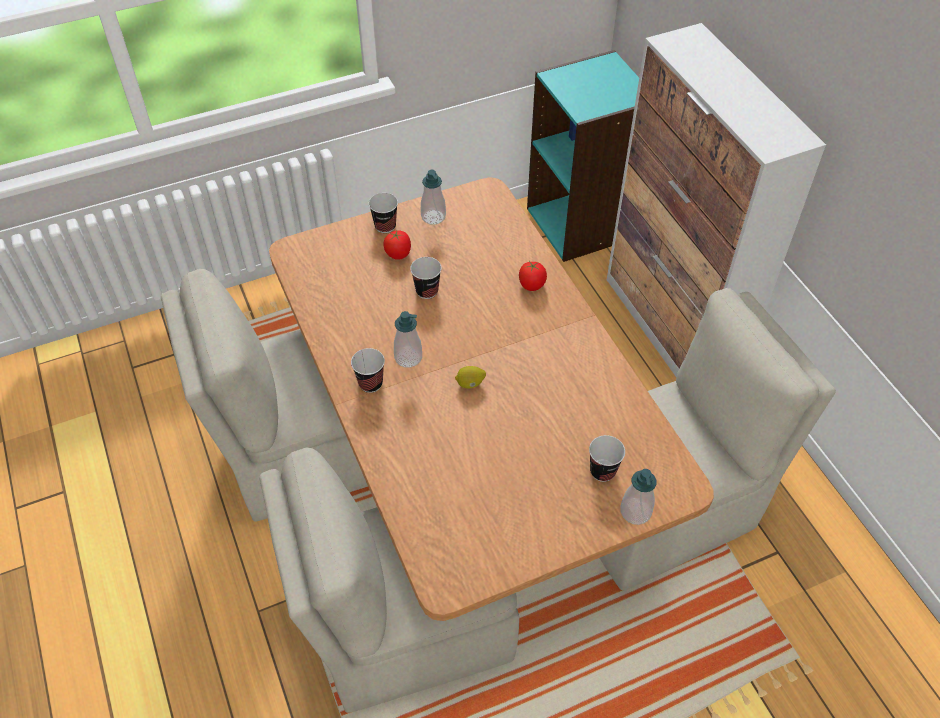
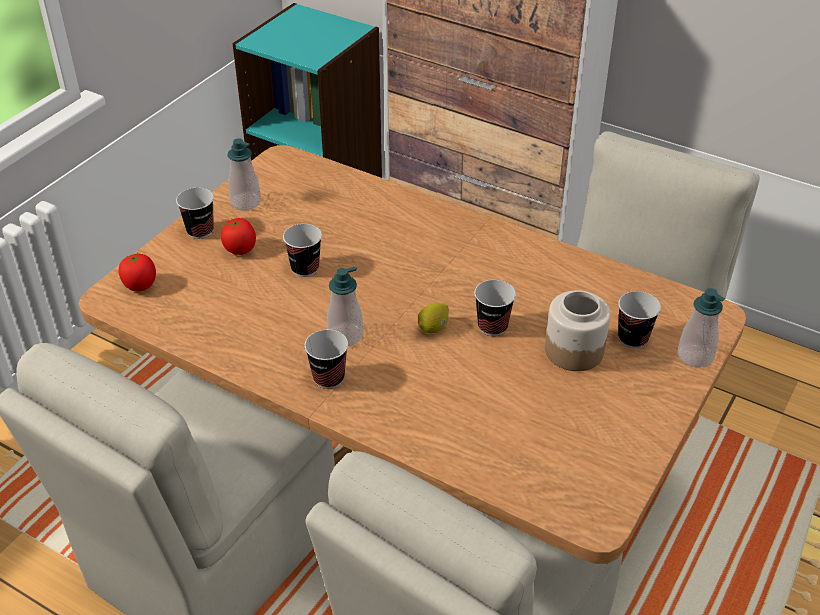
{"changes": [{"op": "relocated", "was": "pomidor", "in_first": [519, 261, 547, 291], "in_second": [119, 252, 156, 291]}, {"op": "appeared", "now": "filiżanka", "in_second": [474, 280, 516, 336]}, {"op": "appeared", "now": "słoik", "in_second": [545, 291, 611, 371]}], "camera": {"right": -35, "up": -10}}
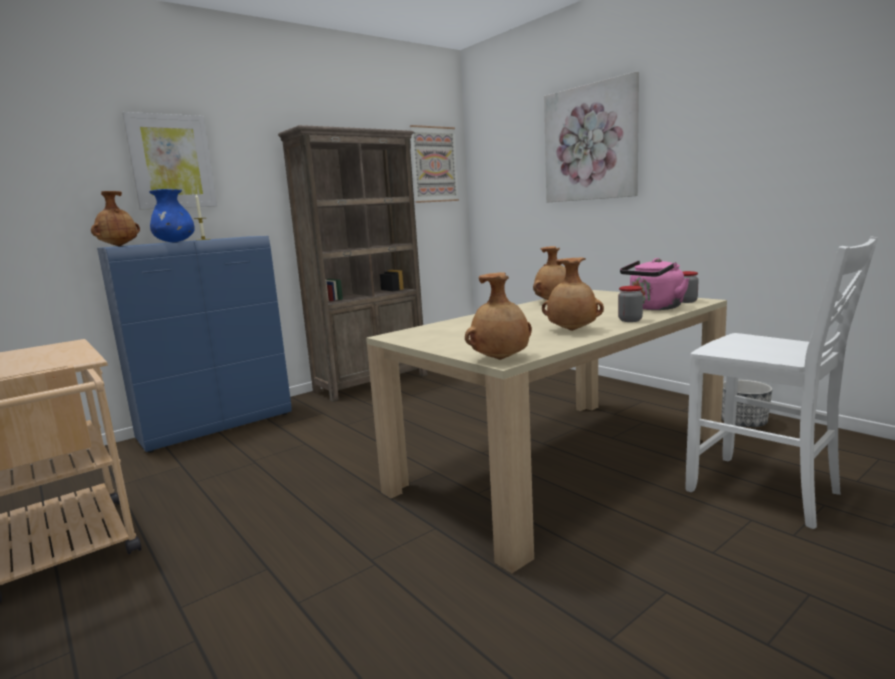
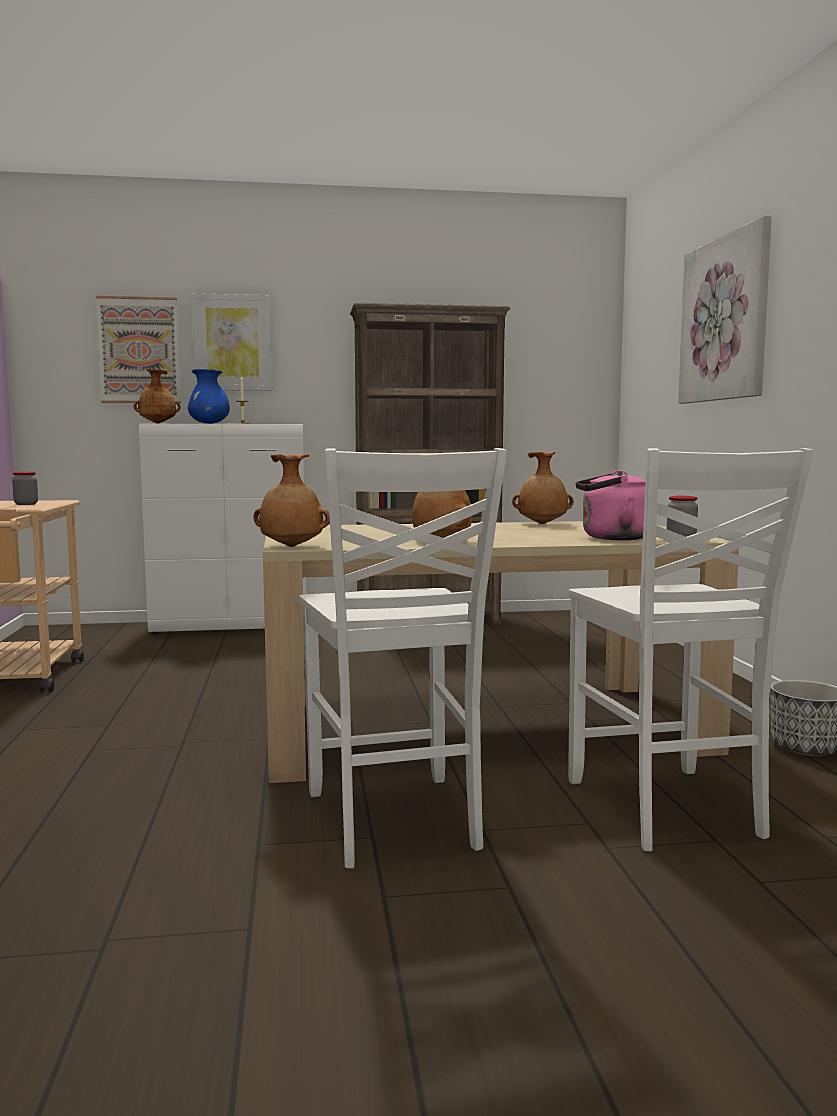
{"changes": [{"op": "relocated", "was": "obraz", "in_first": [410, 125, 459, 203], "in_second": [96, 296, 181, 403]}, {"op": "colour", "was": "szafka/niebieski", "now": "szafka/biały", "in_first": [97, 236, 292, 453], "in_second": [139, 424, 306, 634]}, {"op": "relocated", "was": "słoik", "in_first": [618, 286, 643, 322], "in_second": [12, 471, 38, 505]}, {"op": "appeared", "now": "krzesło/biały", "in_second": [299, 448, 507, 868]}], "camera": {"right": 30, "up": -5}}
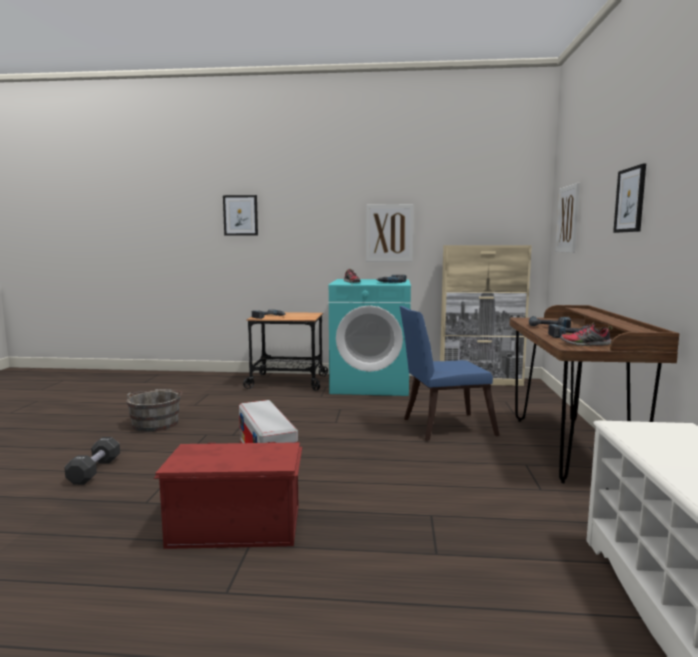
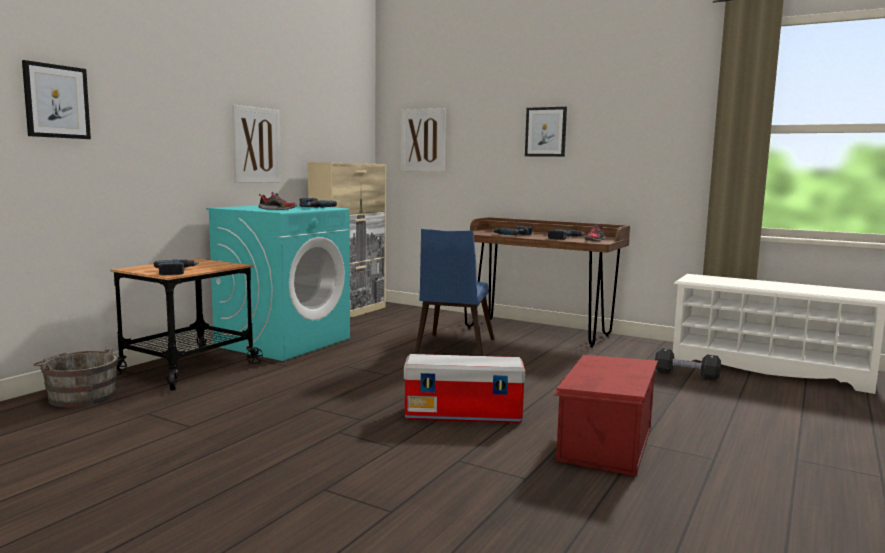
{"changes": [{"op": "relocated", "was": "wiadro/szary", "in_first": [127, 389, 183, 432], "in_second": [33, 347, 118, 408]}, {"op": "relocated", "was": "hantel/czarny", "in_first": [64, 437, 120, 485], "in_second": [655, 348, 721, 380]}], "camera": {"right": -65, "up": 0}}
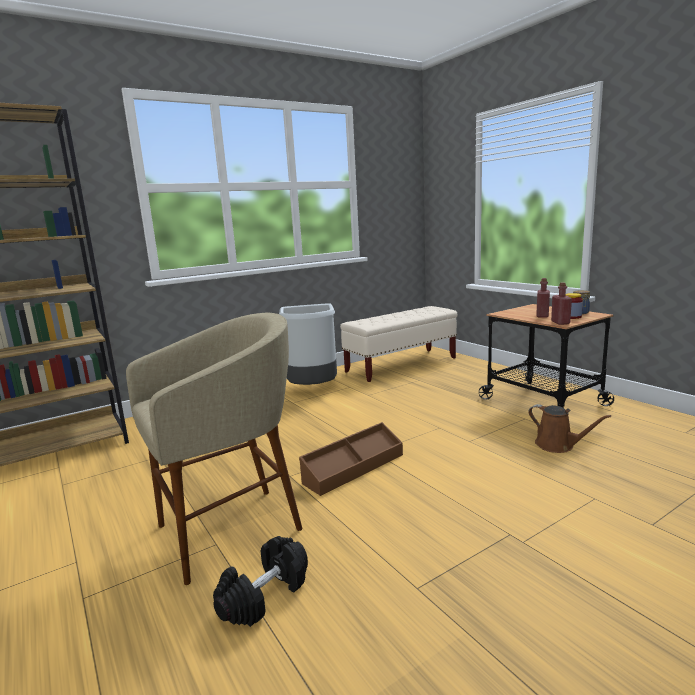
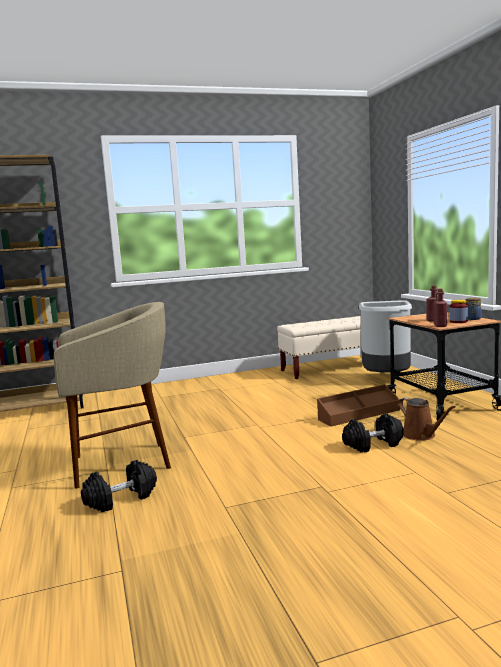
{"changes": [{"op": "relocated", "was": "kosz na śmieci/szary", "in_first": [279, 303, 337, 385], "in_second": [359, 300, 412, 373]}, {"op": "relocated", "was": "pojemnik do przechowywania/brązowy", "in_first": [299, 422, 403, 496], "in_second": [317, 384, 400, 426]}, {"op": "appeared", "now": "hantel/czarny", "in_second": [342, 413, 404, 452]}], "camera": {"right": 15, "up": -5}}
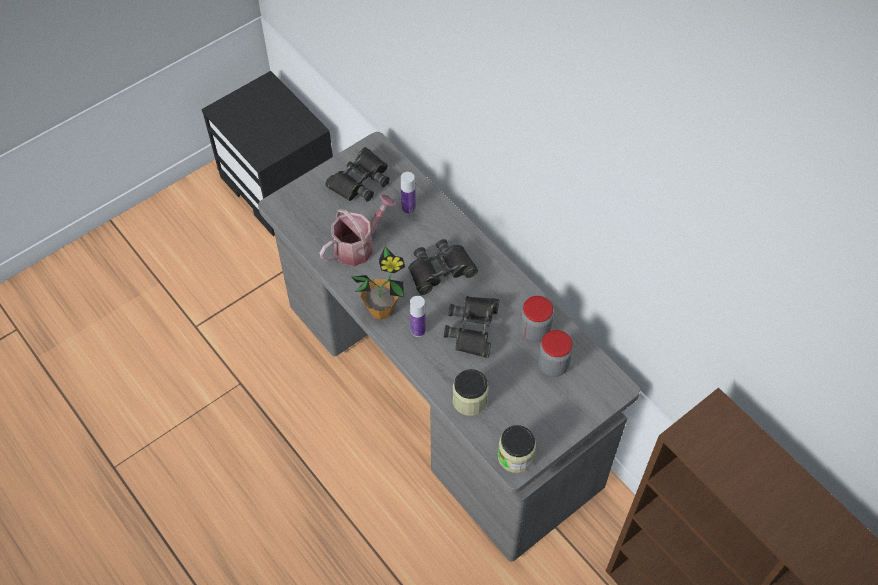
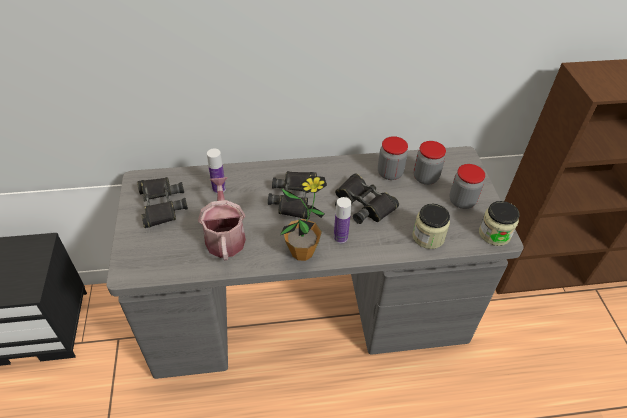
{"changes": [{"op": "appeared", "now": "słoik", "in_second": [450, 164, 485, 209]}], "camera": {"right": -60, "up": -10}}
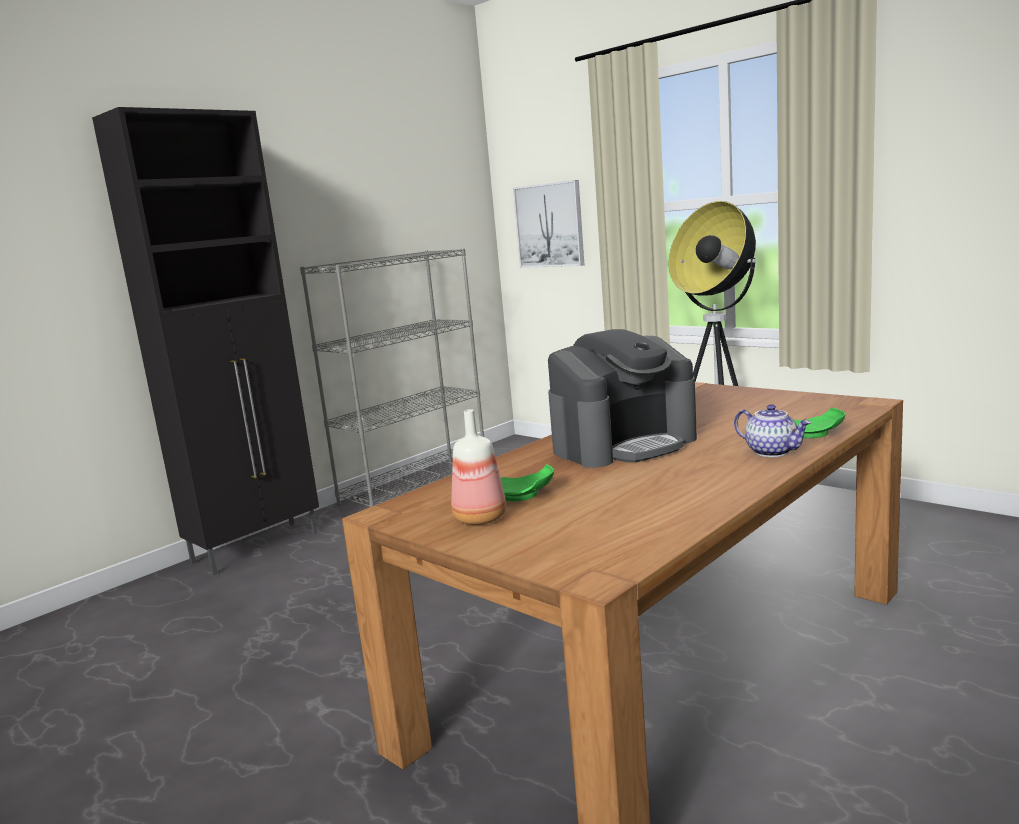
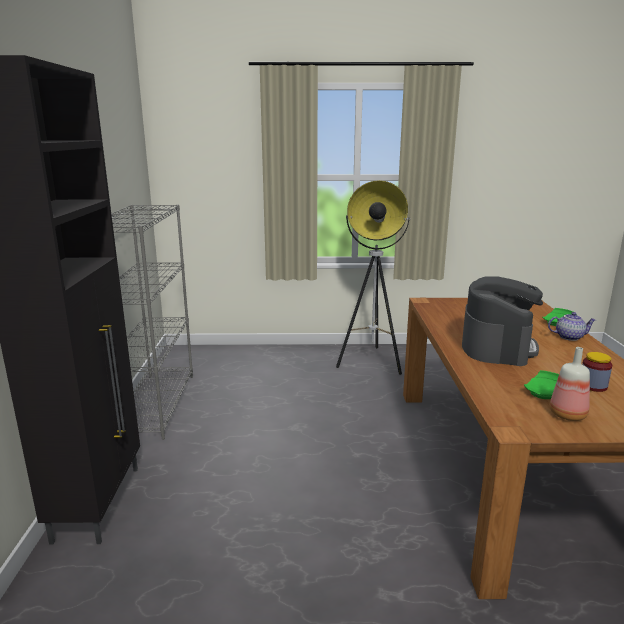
{"changes": [{"op": "missing", "was": "obraz", "in_first": [513, 180, 584, 268]}, {"op": "appeared", "now": "słoik", "in_second": [582, 352, 612, 392]}], "camera": {"right": -45, "up": 5}}
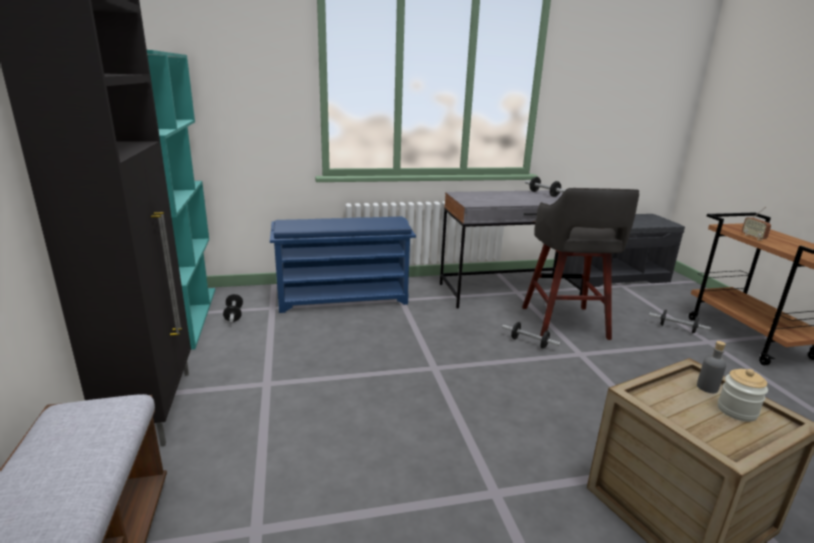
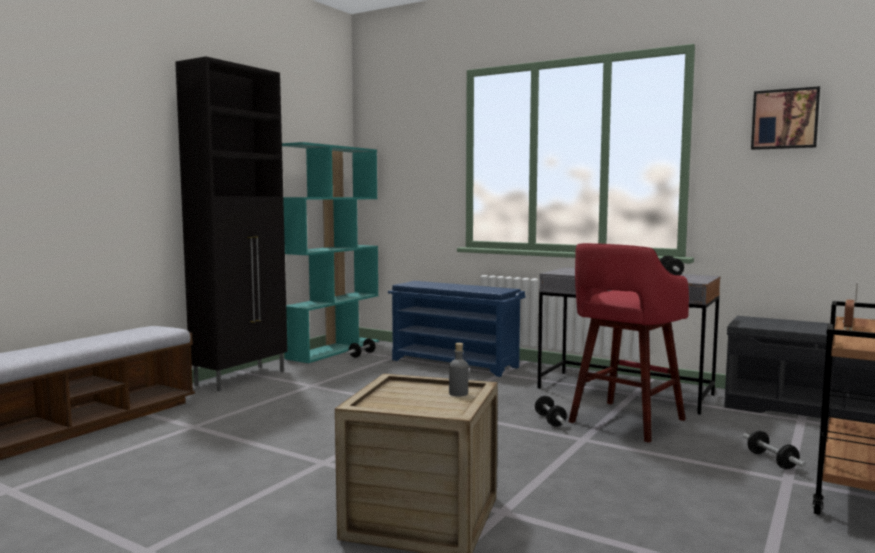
{"changes": [{"op": "colour", "was": "stołek/szary", "now": "stołek/czerwony", "in_first": [522, 188, 639, 340], "in_second": [568, 243, 689, 443]}, {"op": "missing", "was": "słoik", "in_first": [718, 369, 768, 422]}, {"op": "appeared", "now": "obraz", "in_second": [751, 86, 820, 150]}], "camera": {"right": 45, "up": -15}}
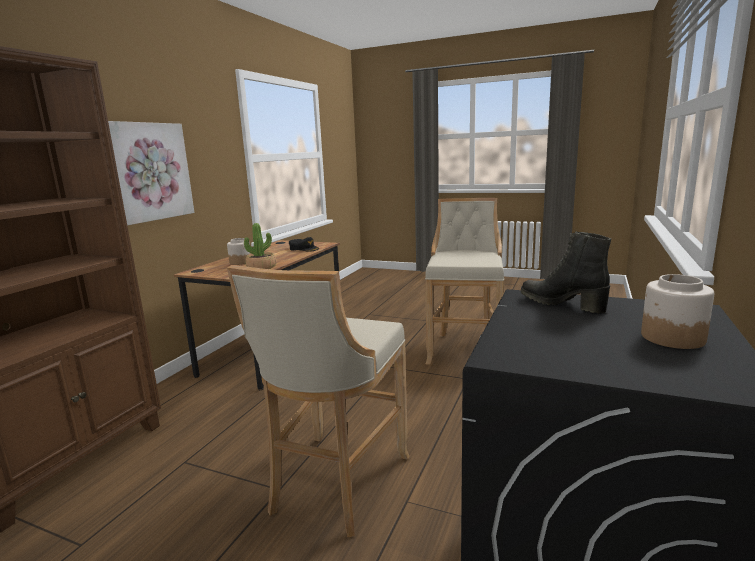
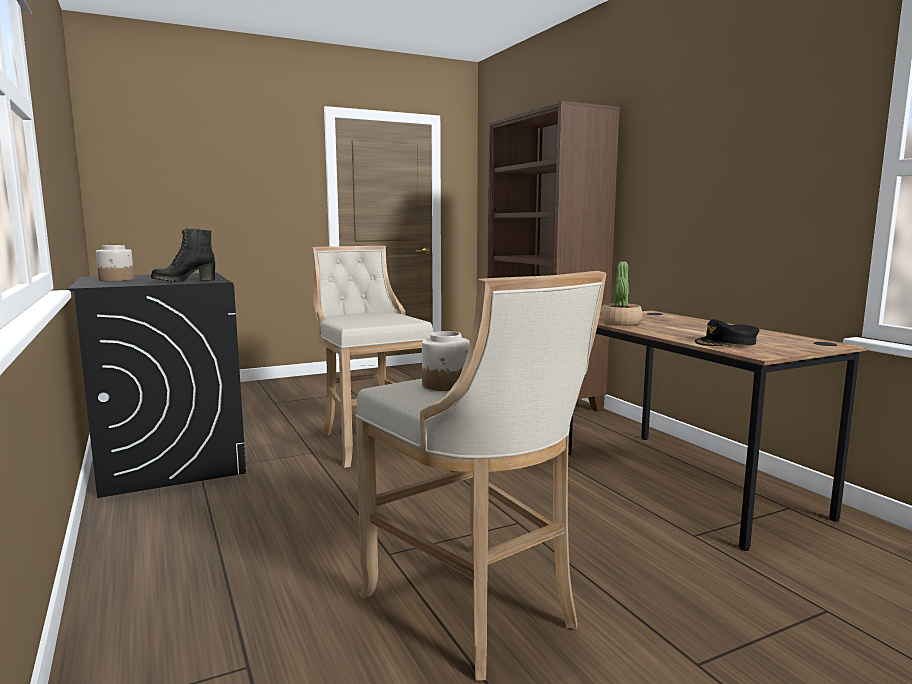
{"changes": [{"op": "missing", "was": "obraz", "in_first": [108, 121, 195, 225]}, {"op": "spun", "was": "but z cholewką/czarny", "in_first": [521, 231, 611, 314], "in_second": [151, 228, 215, 282], "clockwise": 150}, {"op": "relocated", "was": "słoik", "in_first": [227, 238, 251, 265], "in_second": [422, 331, 470, 391]}], "camera": {"right": 130, "up": -5}}
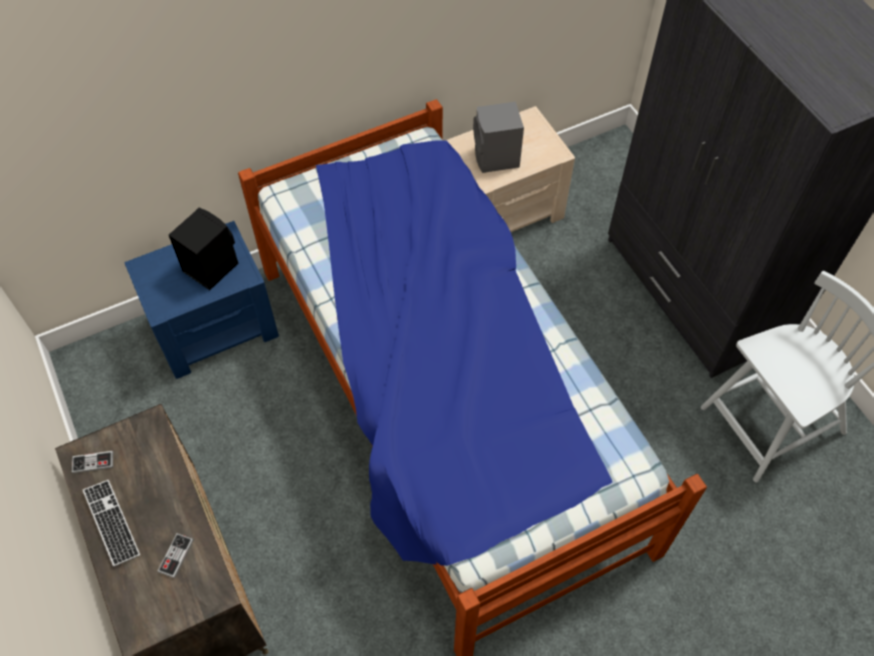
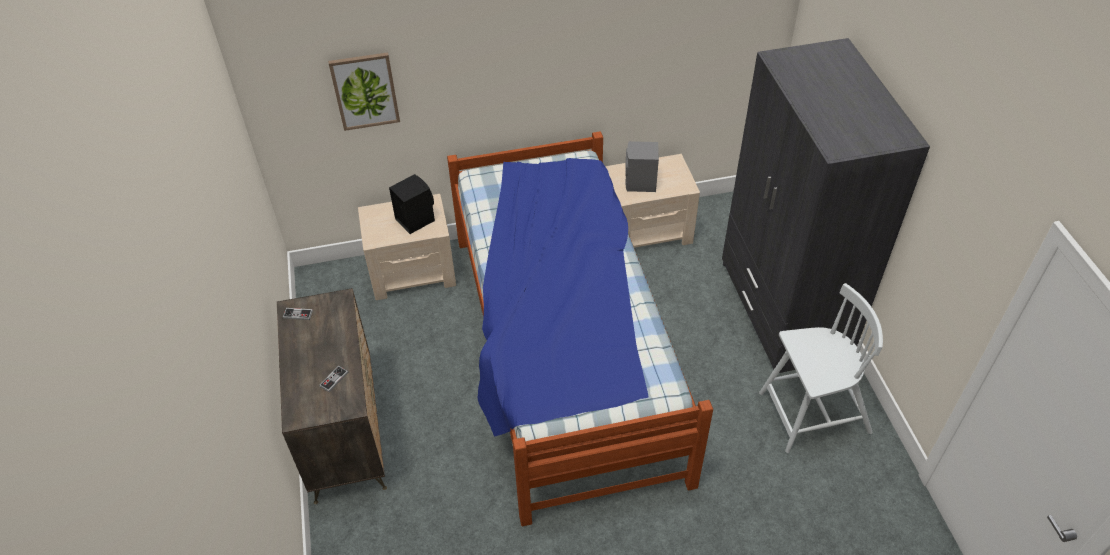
{"changes": [{"op": "colour", "was": "szafka nocna/niebieski", "now": "szafka nocna/beżowy", "in_first": [124, 221, 279, 379], "in_second": [358, 194, 456, 300]}, {"op": "missing", "was": "klawiatura", "in_first": [83, 480, 140, 567]}, {"op": "appeared", "now": "obraz", "in_second": [328, 52, 400, 131]}], "camera": {"right": 15, "up": -10}}
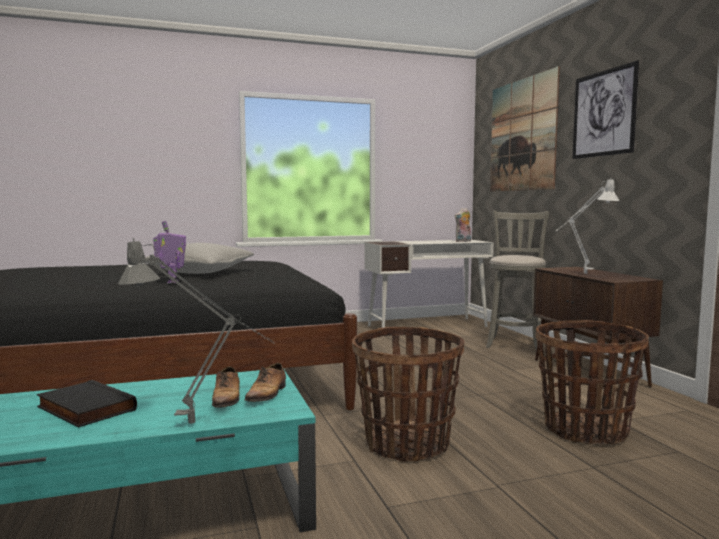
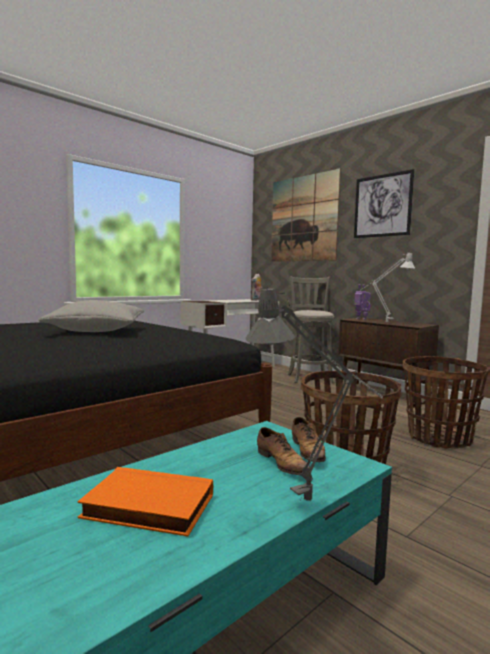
{"changes": [{"op": "relocated", "was": "robot zabawkowy", "in_first": [153, 221, 186, 283], "in_second": [354, 284, 371, 320]}, {"op": "colour", "was": "książka/czarny", "now": "książka/pomarańczowy", "in_first": [37, 380, 137, 427], "in_second": [77, 467, 213, 536]}], "camera": {"right": -25, "up": 0}}
